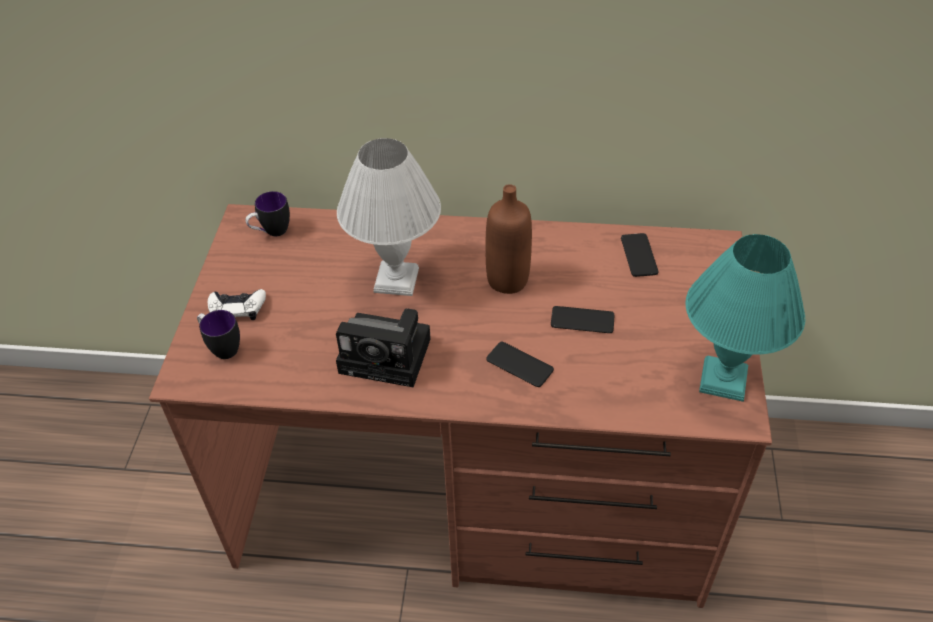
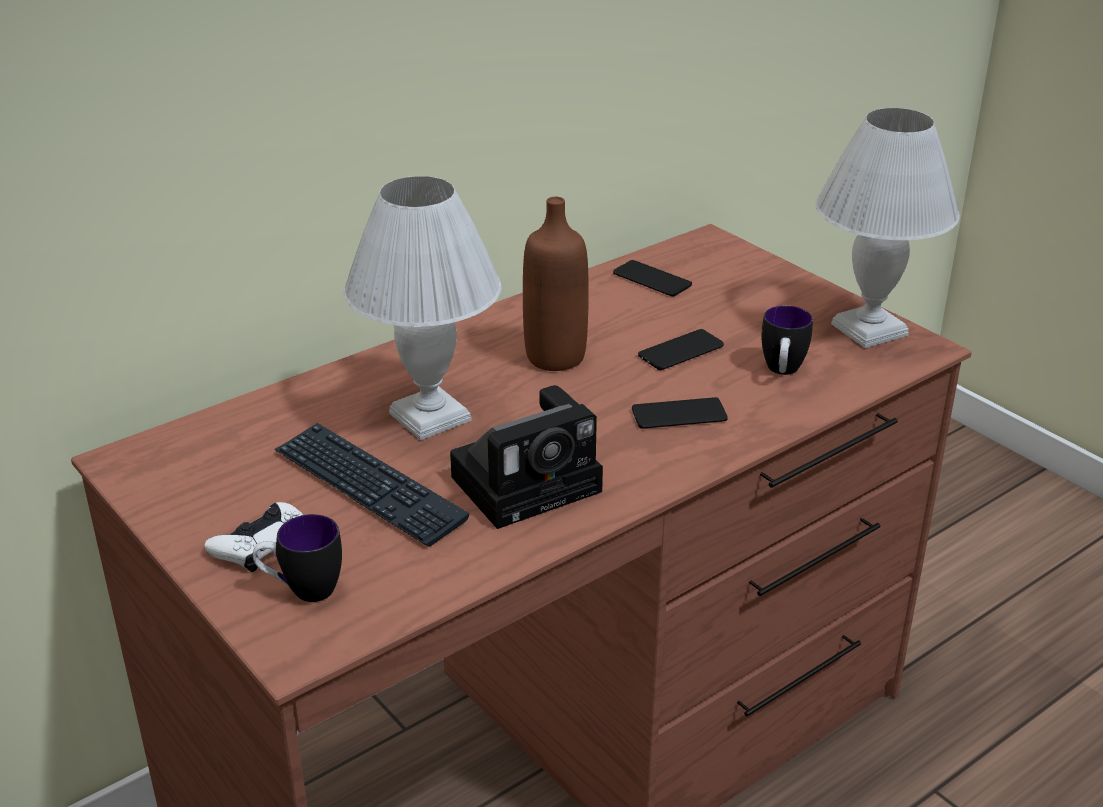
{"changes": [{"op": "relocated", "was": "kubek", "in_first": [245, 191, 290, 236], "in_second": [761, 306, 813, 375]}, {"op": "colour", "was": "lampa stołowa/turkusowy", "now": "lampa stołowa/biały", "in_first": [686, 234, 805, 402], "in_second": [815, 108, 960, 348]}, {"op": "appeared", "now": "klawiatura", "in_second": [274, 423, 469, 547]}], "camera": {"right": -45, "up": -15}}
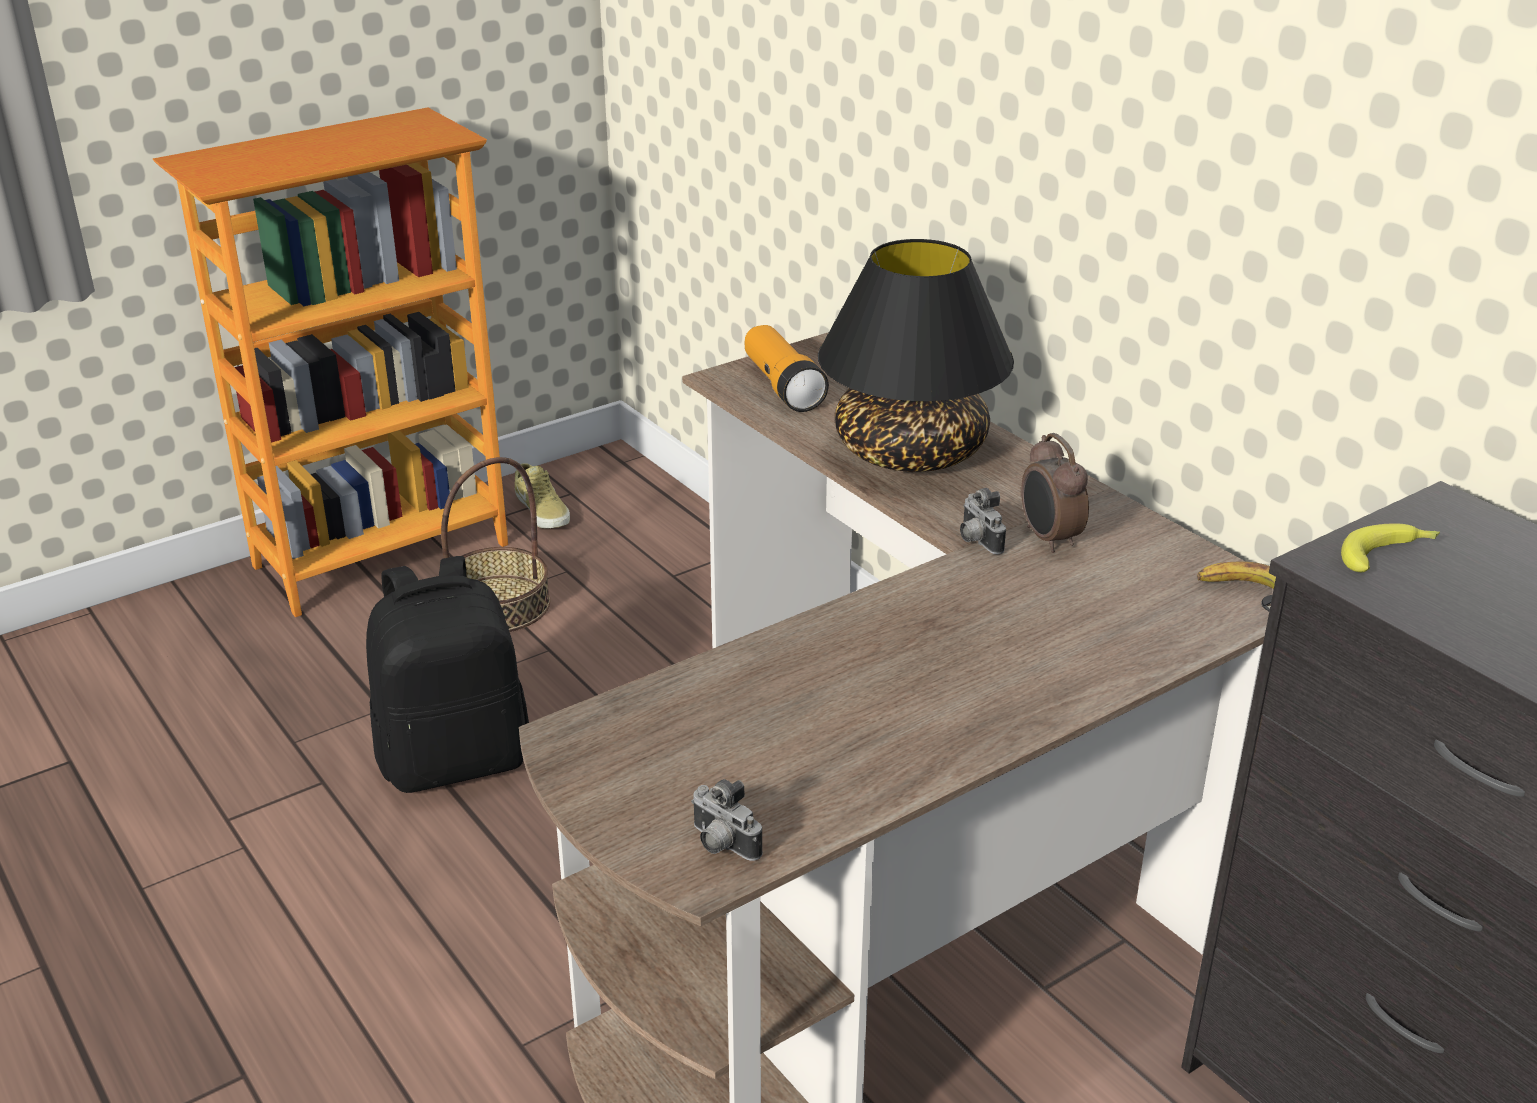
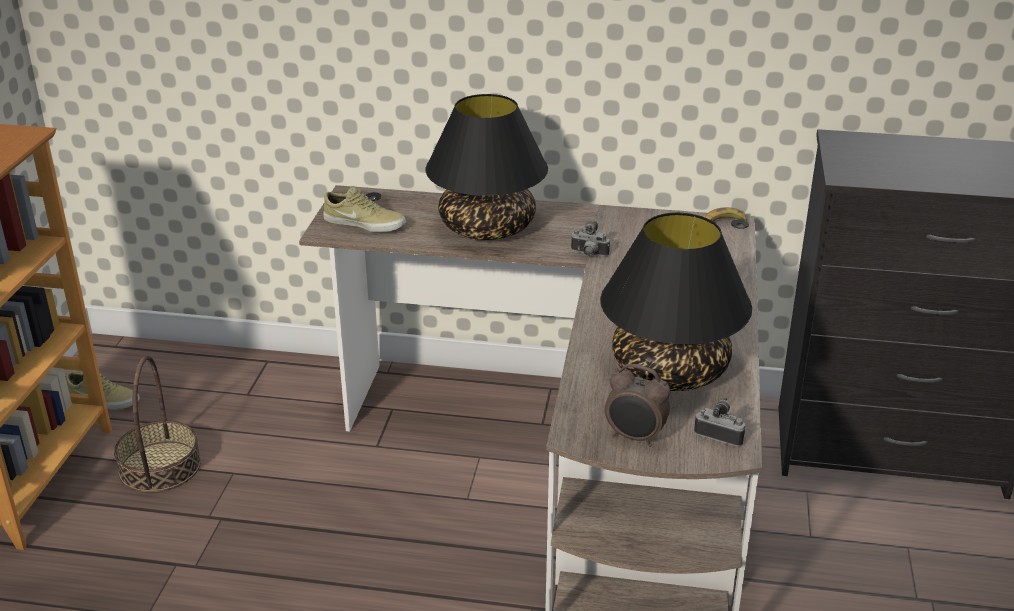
{"changes": [{"op": "exchanged", "was": "latarka", "now": "but/beżowy", "in_first": [745, 325, 829, 412], "in_second": [323, 186, 406, 232]}, {"op": "relocated", "was": "budzik", "in_first": [1021, 433, 1089, 553], "in_second": [605, 364, 671, 447]}, {"op": "missing", "was": "banan", "in_first": [1341, 523, 1440, 572]}, {"op": "missing", "was": "plecak/czarny", "in_first": [366, 556, 529, 793]}, {"op": "spun", "was": "aparat fotograficzny", "in_first": [691, 779, 763, 861], "in_second": [694, 398, 746, 447], "clockwise": -150}, {"op": "appeared", "now": "lampa stołowa/czarny", "in_second": [600, 213, 752, 391]}], "camera": {"right": -45, "up": 0}}
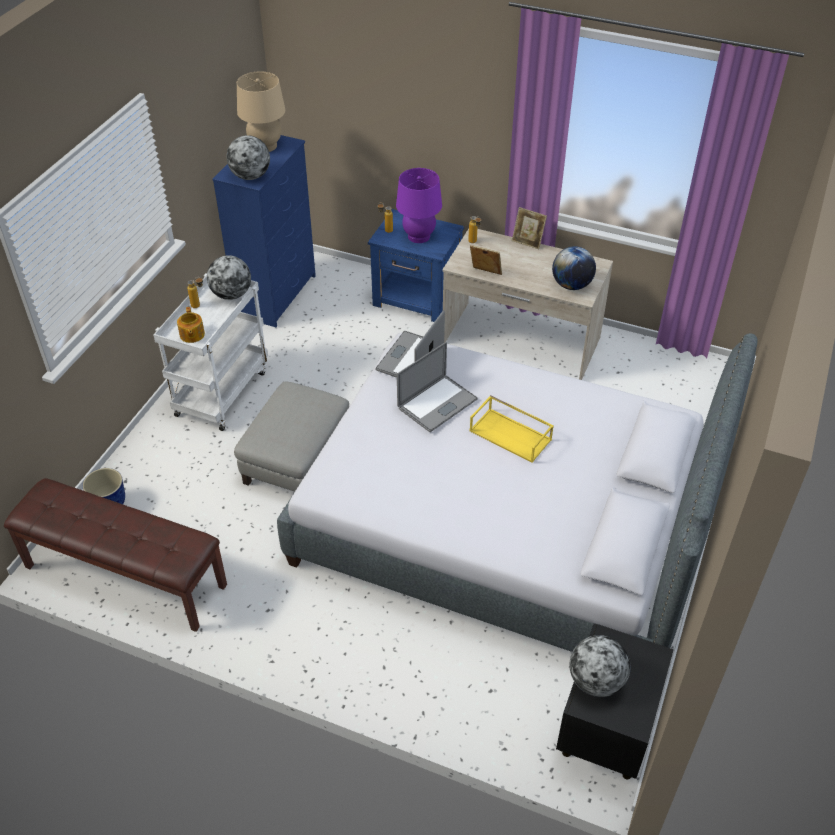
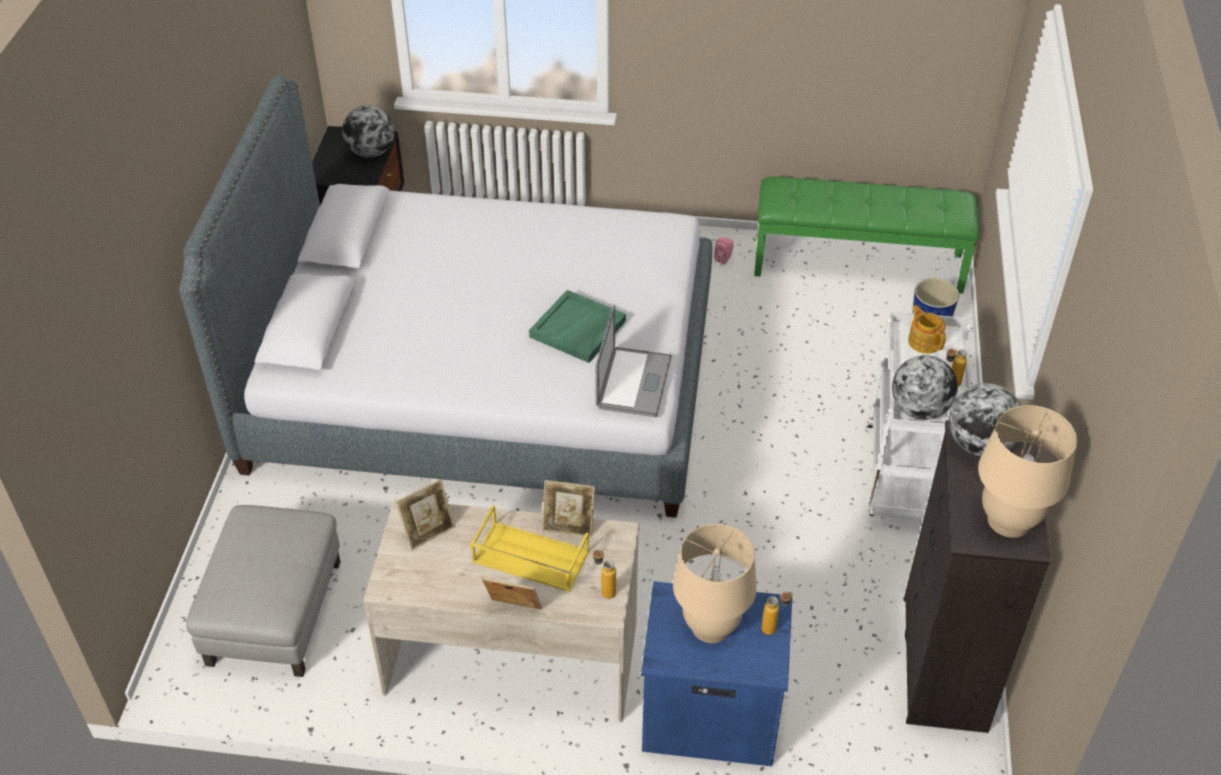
{"changes": [{"op": "colour", "was": "komoda/niebieski", "now": "komoda/czarny", "in_first": [212, 135, 316, 327], "in_second": [904, 420, 1050, 733]}, {"op": "colour", "was": "lampa stołowa/fioletowy", "now": "lampa stołowa/beżowy", "in_first": [396, 168, 442, 243], "in_second": [673, 524, 757, 643]}, {"op": "exchanged", "was": "globus", "now": "ramka na zdjęcie", "in_first": [552, 246, 596, 290], "in_second": [396, 479, 455, 550]}, {"op": "exchanged", "was": "laptop", "now": "taca/zielony", "in_first": [397, 342, 478, 432], "in_second": [529, 290, 626, 363]}, {"op": "relocated", "was": "pufa/szary", "in_first": [234, 382, 349, 492], "in_second": [186, 505, 341, 677]}, {"op": "relocated", "was": "taca/żółty", "in_first": [469, 395, 554, 463], "in_second": [470, 505, 589, 592]}, {"op": "colour", "was": "ławka/brązowy", "now": "ławka/zielony", "in_first": [4, 478, 227, 632], "in_second": [754, 177, 979, 294]}, {"op": "appeared", "now": "głośnik/różowy", "in_second": [714, 237, 734, 264]}], "camera": {"right": 165, "up": 0}}
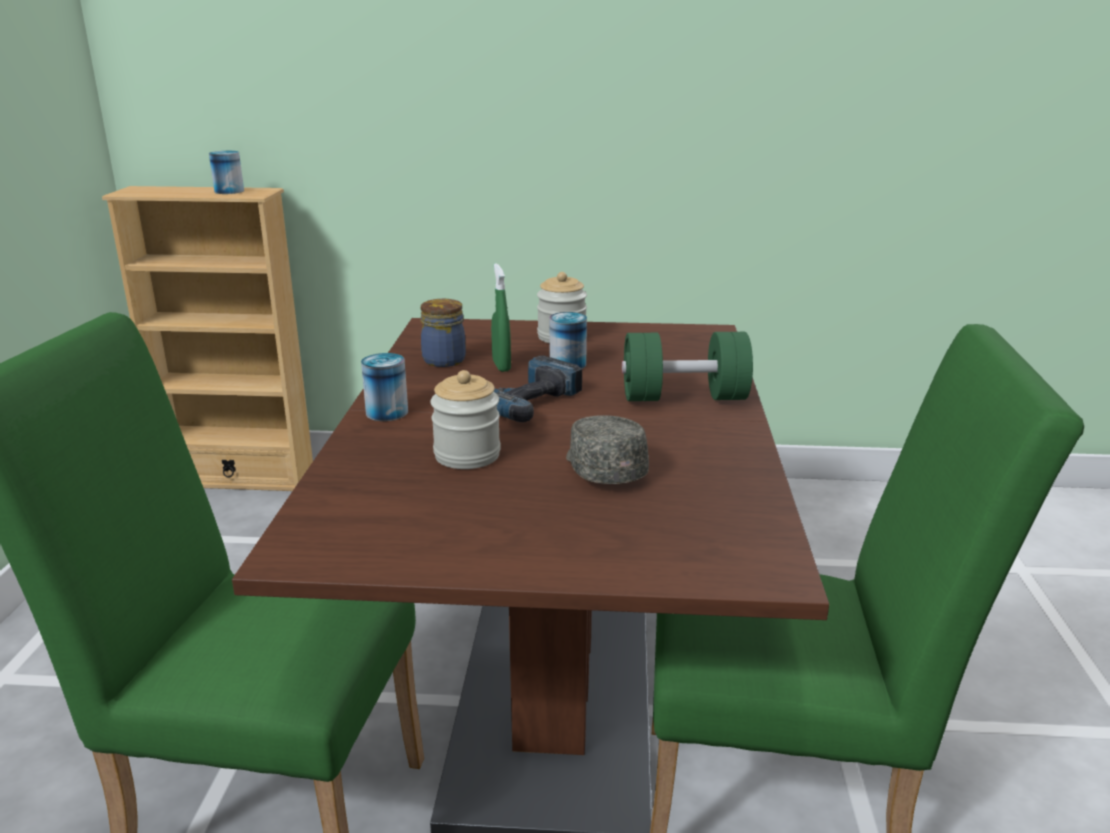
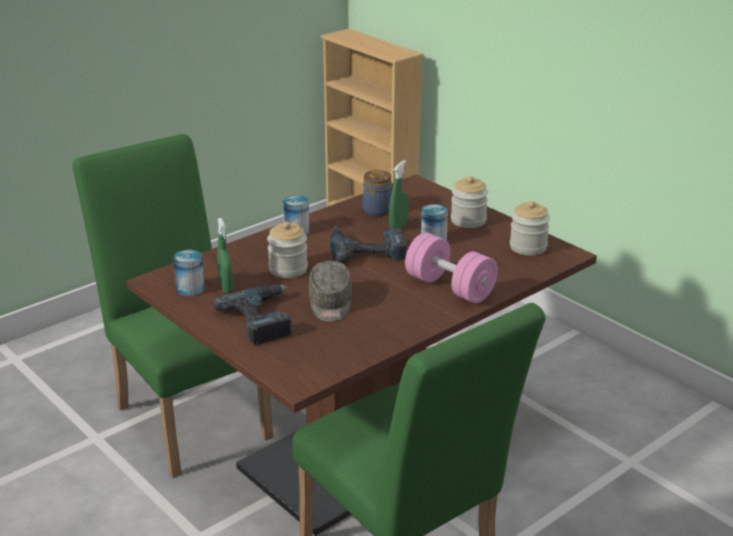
{"changes": [{"op": "relocated", "was": "puszka", "in_first": [209, 151, 244, 194], "in_second": [173, 250, 205, 296]}, {"op": "colour", "was": "hantel/zielony", "now": "hantel/różowy", "in_first": [622, 332, 753, 401], "in_second": [405, 232, 498, 303]}, {"op": "spun", "was": "czapka z daszkiem/szary", "in_first": [566, 415, 649, 484], "in_second": [309, 261, 352, 322], "clockwise": 150}, {"op": "appeared", "now": "słoik", "in_second": [510, 201, 550, 256]}, {"op": "appeared", "now": "spryskiwacz/zielony", "in_second": [217, 218, 233, 294]}, {"op": "appeared", "now": "wiertarka", "in_second": [213, 284, 293, 345]}], "camera": {"right": 45, "up": 5}}
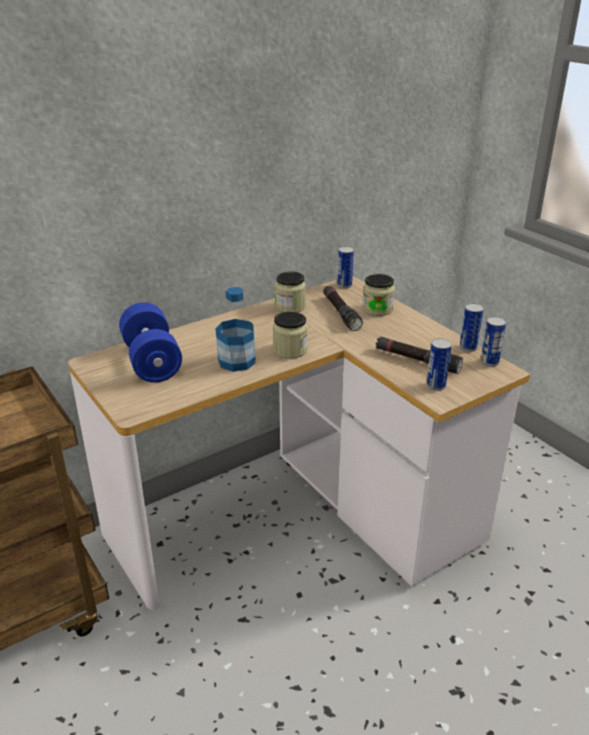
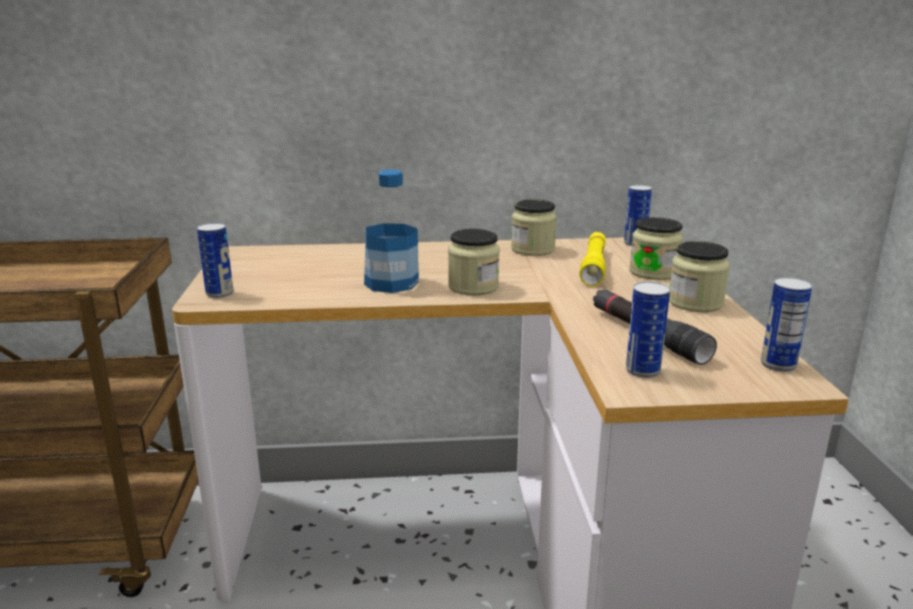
{"changes": [{"op": "colour", "was": "latarka/czarny", "now": "latarka/żółty", "in_first": [323, 286, 363, 331], "in_second": [579, 232, 606, 286]}, {"op": "missing", "was": "hantel/niebieski", "in_first": [119, 302, 182, 383]}, {"op": "relocated", "was": "puszka", "in_first": [460, 303, 484, 352], "in_second": [197, 223, 234, 298]}, {"op": "appeared", "now": "słoik", "in_second": [669, 241, 730, 312]}], "camera": {"right": 30, "up": -10}}
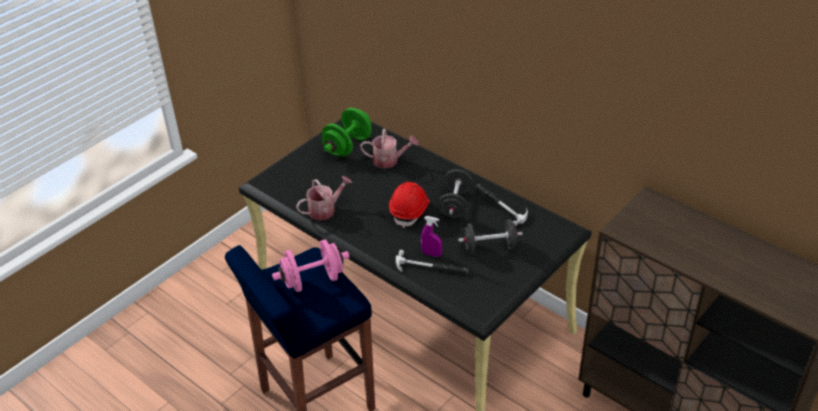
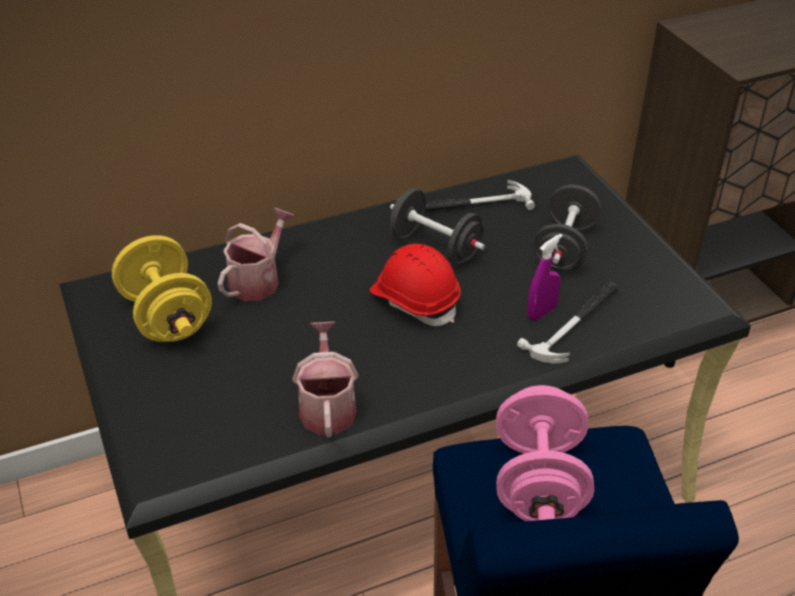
{"changes": [{"op": "colour", "was": "hantel/zielony", "now": "hantel/żółty", "in_first": [322, 108, 372, 157], "in_second": [112, 235, 212, 342]}], "camera": {"right": -65, "up": 0}}
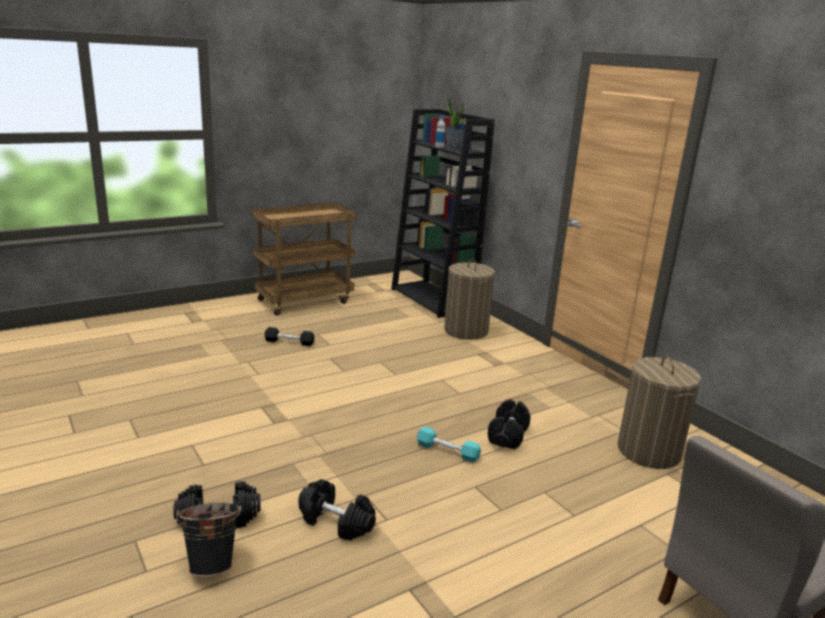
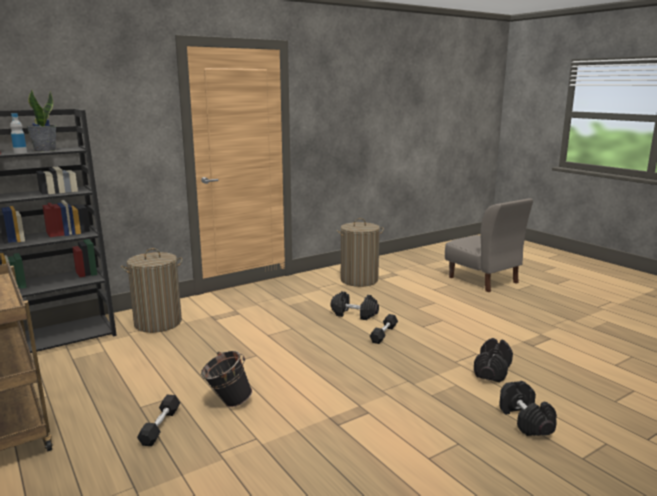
{"changes": [{"op": "colour", "was": "hantel/turkusowy", "now": "hantel/czarny", "in_first": [417, 426, 481, 463], "in_second": [370, 314, 398, 344]}, {"op": "relocated", "was": "wiadro/czarny", "in_first": [176, 503, 241, 577], "in_second": [201, 351, 252, 407]}], "camera": {"right": -90, "up": -5}}
